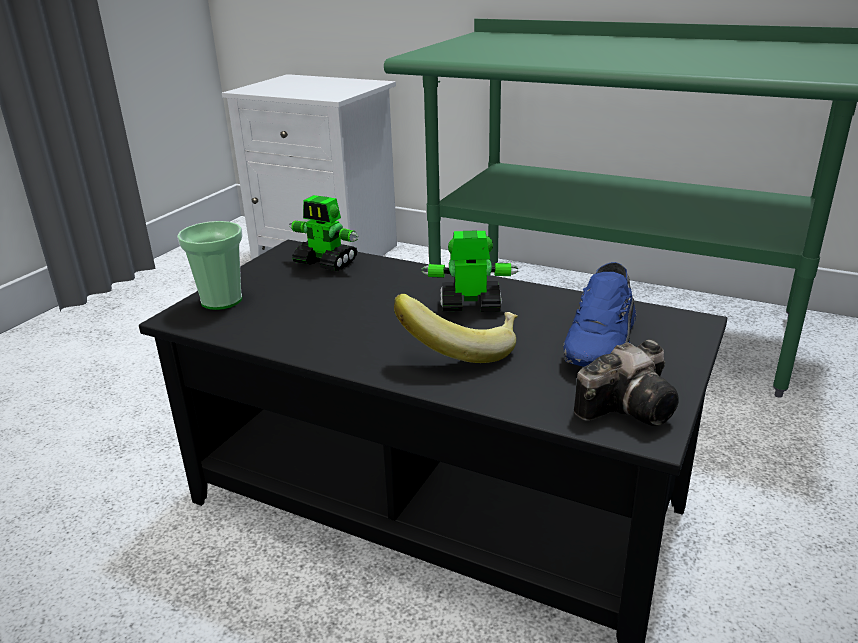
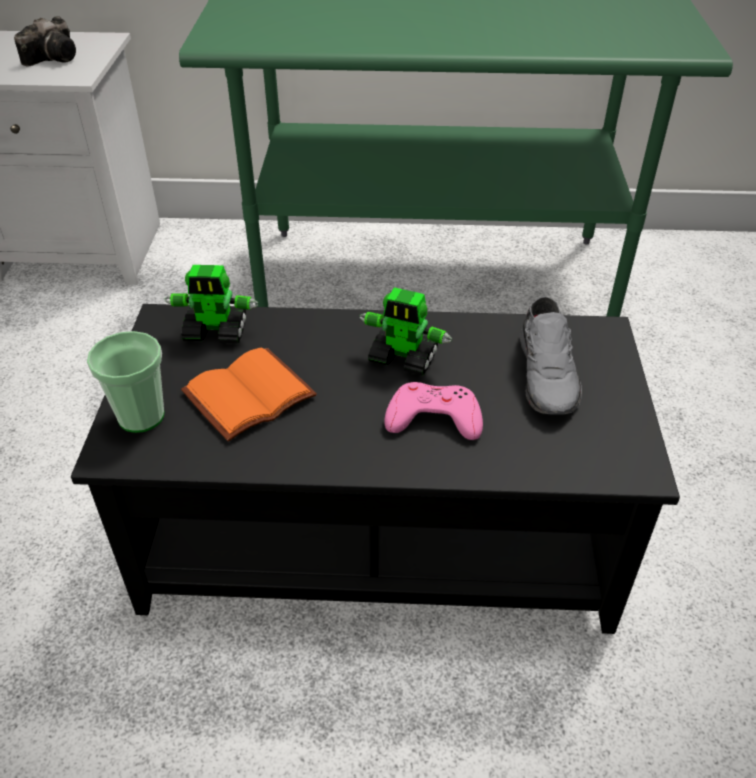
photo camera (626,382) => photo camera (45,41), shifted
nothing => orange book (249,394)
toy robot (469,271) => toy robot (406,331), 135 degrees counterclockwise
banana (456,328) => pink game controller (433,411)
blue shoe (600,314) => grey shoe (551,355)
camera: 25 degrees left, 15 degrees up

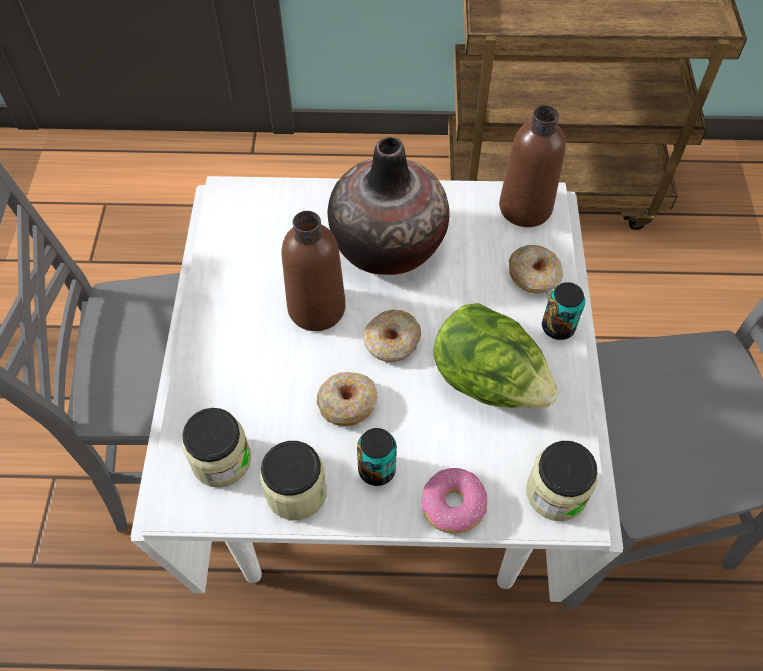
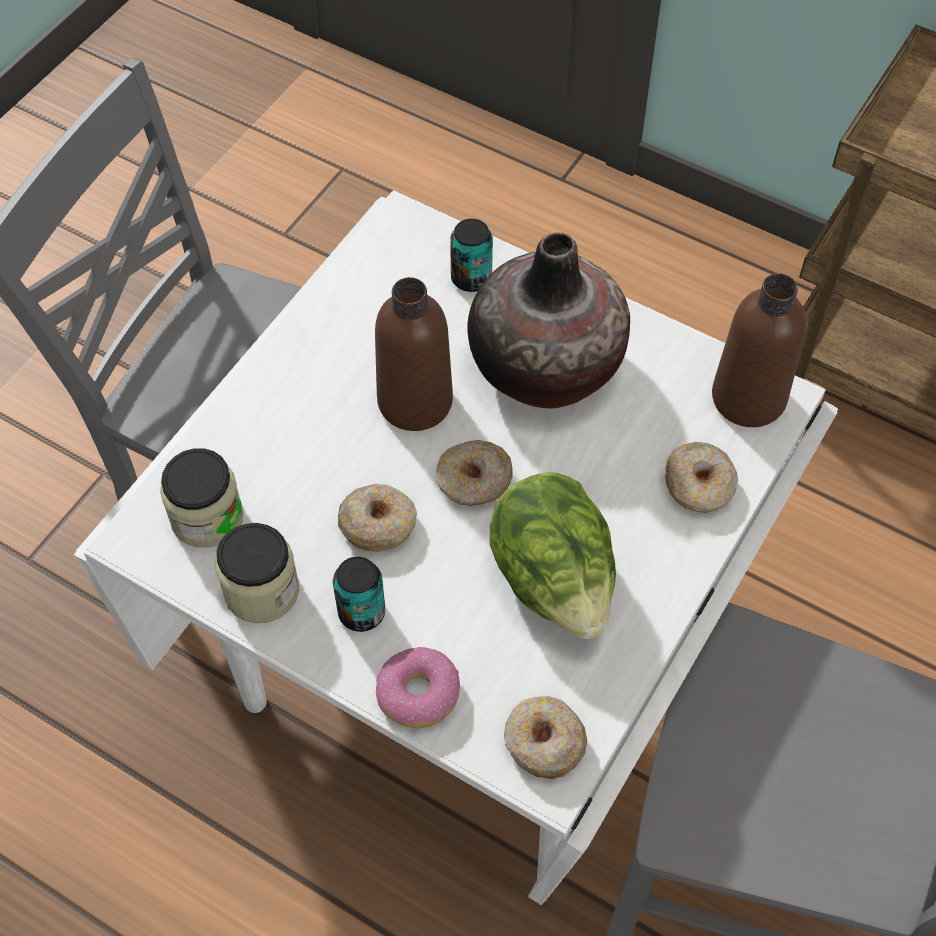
can (563,311) => can (471,255), shifted
jar (562,481) => donut (545,737)
camera: 30 degrees right, 0 degrees up

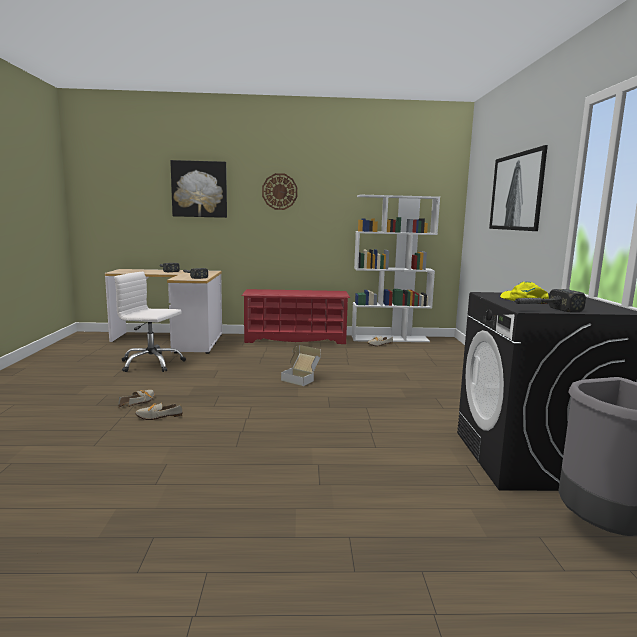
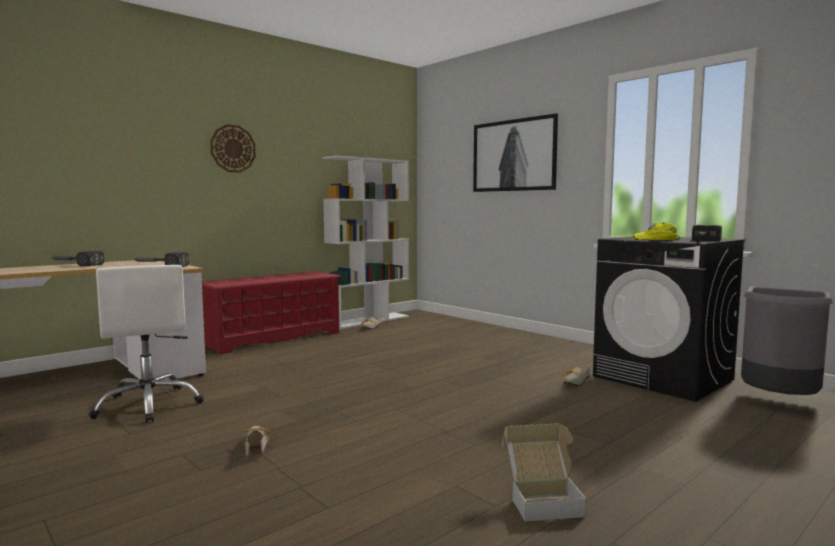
white office chair (150,322) => white office chair (146,344), 90 degrees counterclockwise
cardboard box (301,365) => cardboard box (544,472), shifted
shoe (159,411) => shoe (575,376), shifted
picture (198,189) => nothing
camera: 40 degrees left, 5 degrees down

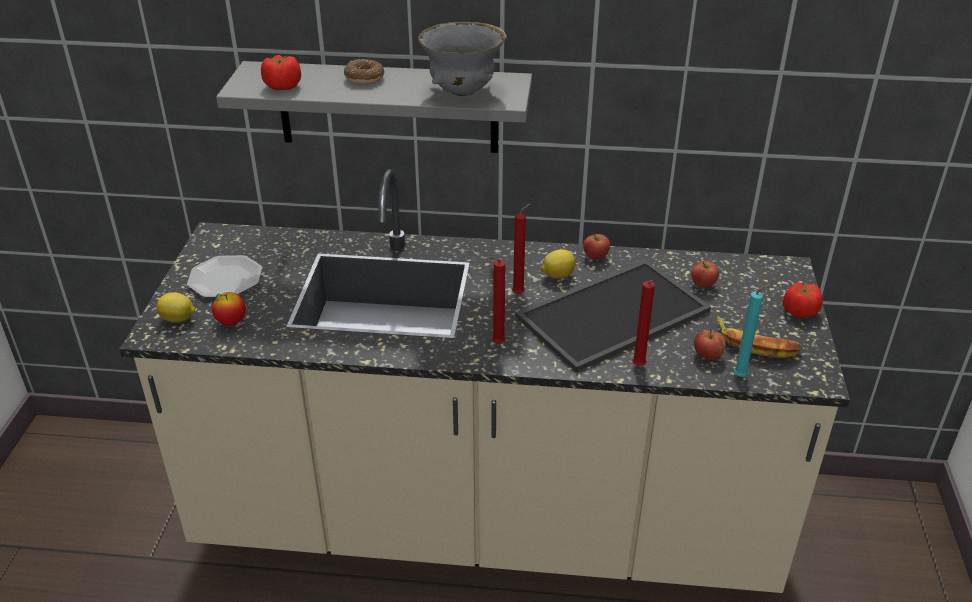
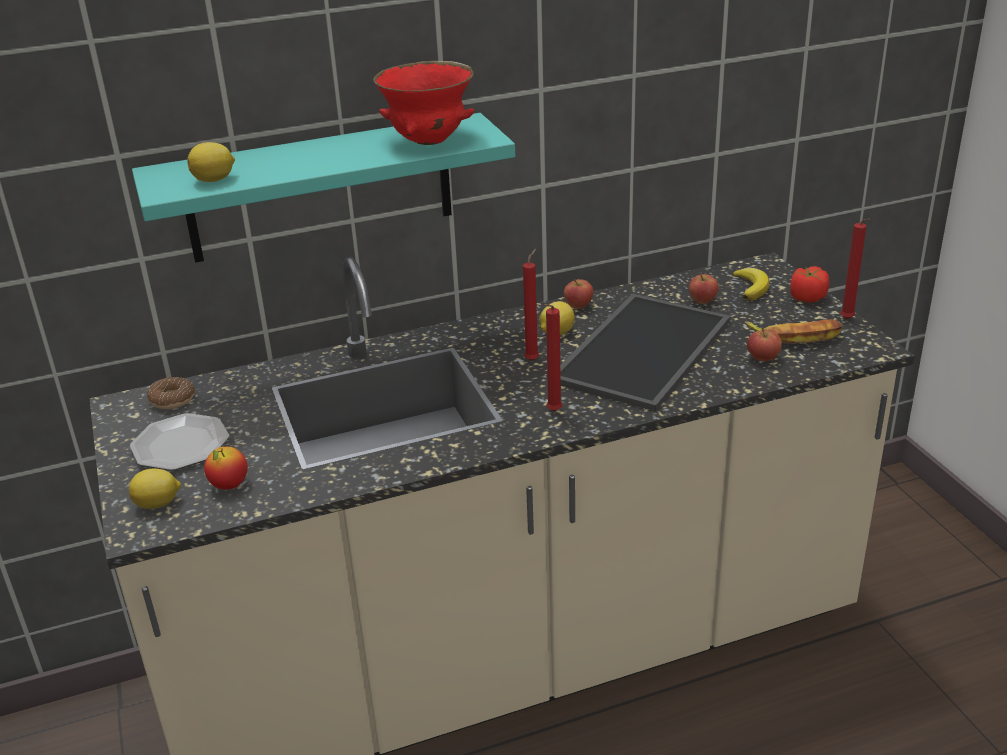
grey shelf (374,107) => turquoise shelf (323,188)
donut (364,72) => donut (171,393), shifted
tomato (281,72) => lemon (211,162)
grey bowl (462,59) => red bowl (423,103)
nothing => banana (751,284)
red candle (643,323) => red candle (854,268), shifted
turquoise candle (753,330) => nothing
camera: 25 degrees left, 5 degrees down

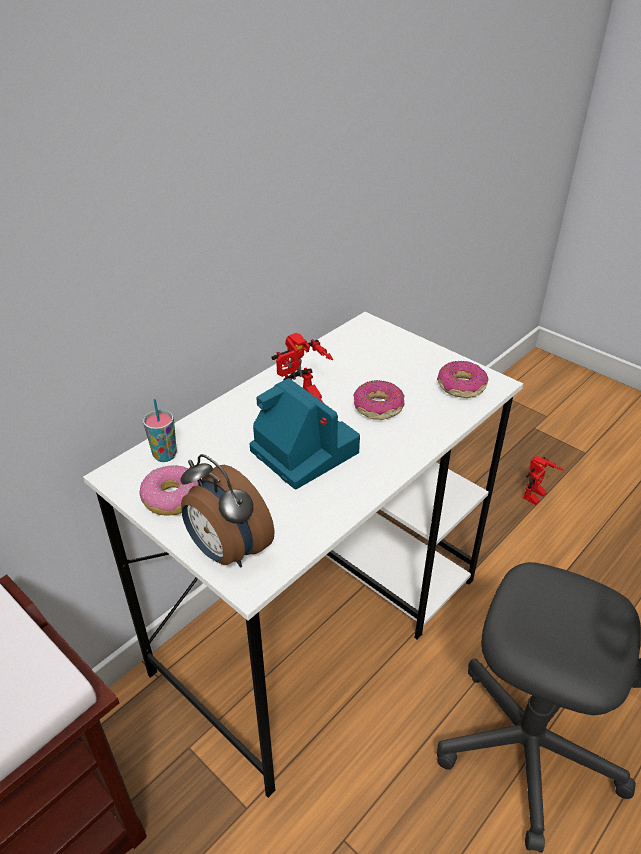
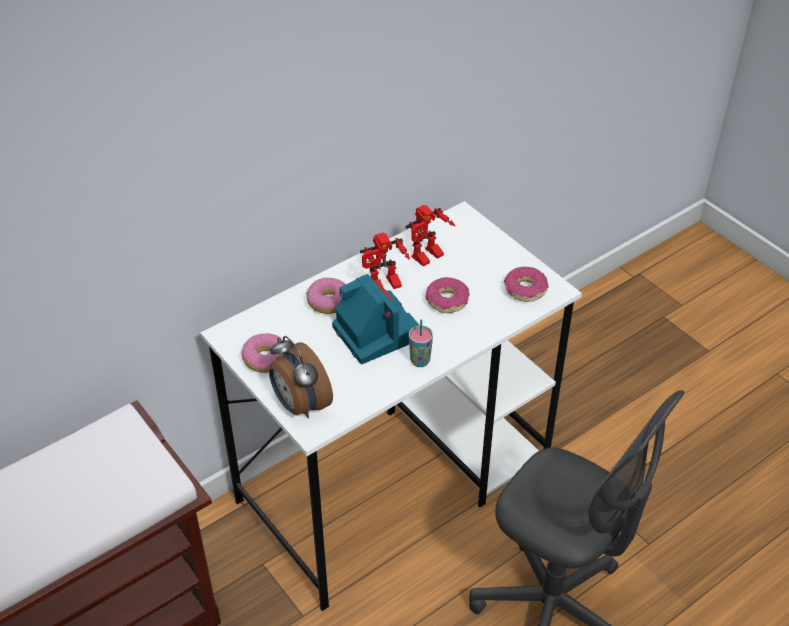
nothing => donut (326,295)
toy robot (543,480) => toy robot (430,236), shifted
cup (160,430) => cup (421,343), shifted
camera: 10 degrees right, 5 degrees up

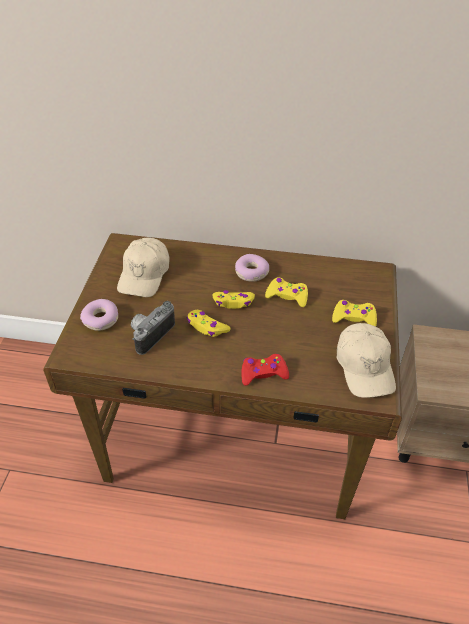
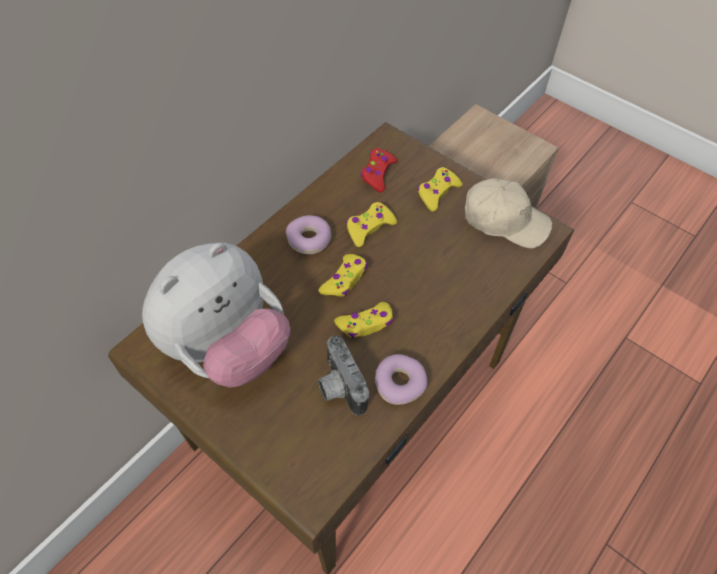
beige cap (143,267) => plush toy (216,315)
red game controller (265,370) => red game controller (379,170), shifted
donut (99,315) => donut (401,379), shifted
camera: 60 degrees left, 10 degrees up

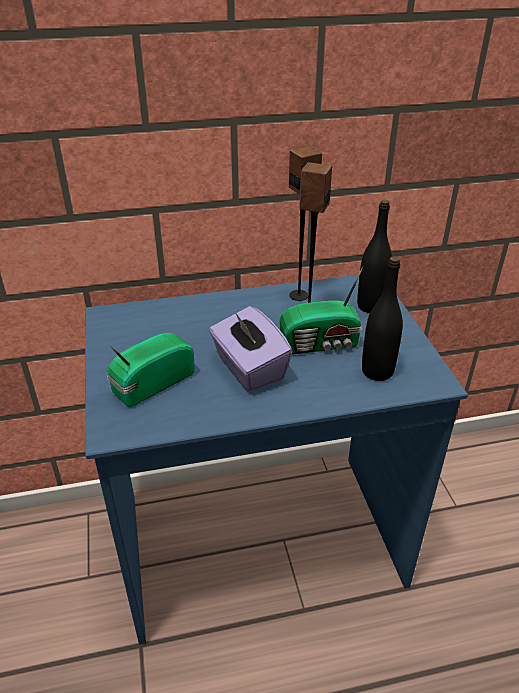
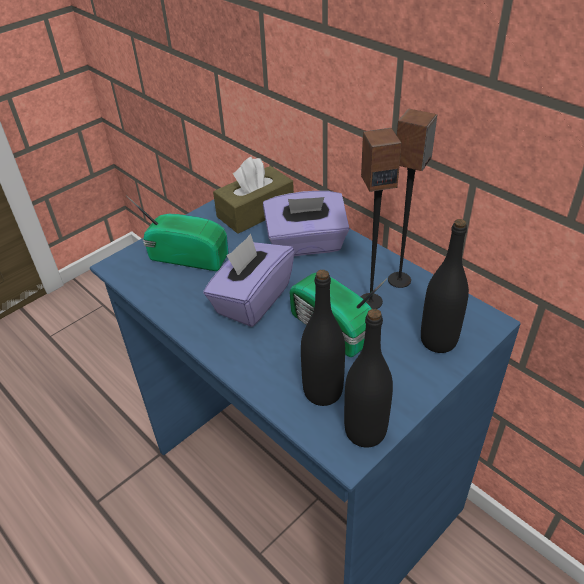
nothing => brown tissue box (253,195)
nothing => purple tissue box (306,223)
nothing => black bottle (368,378)
camera: 60 degrees right, 5 degrees up

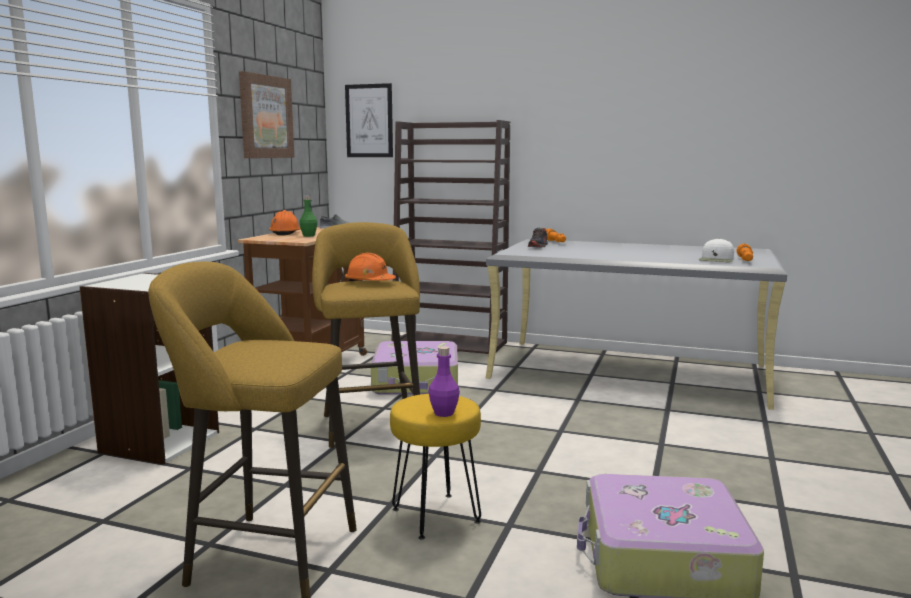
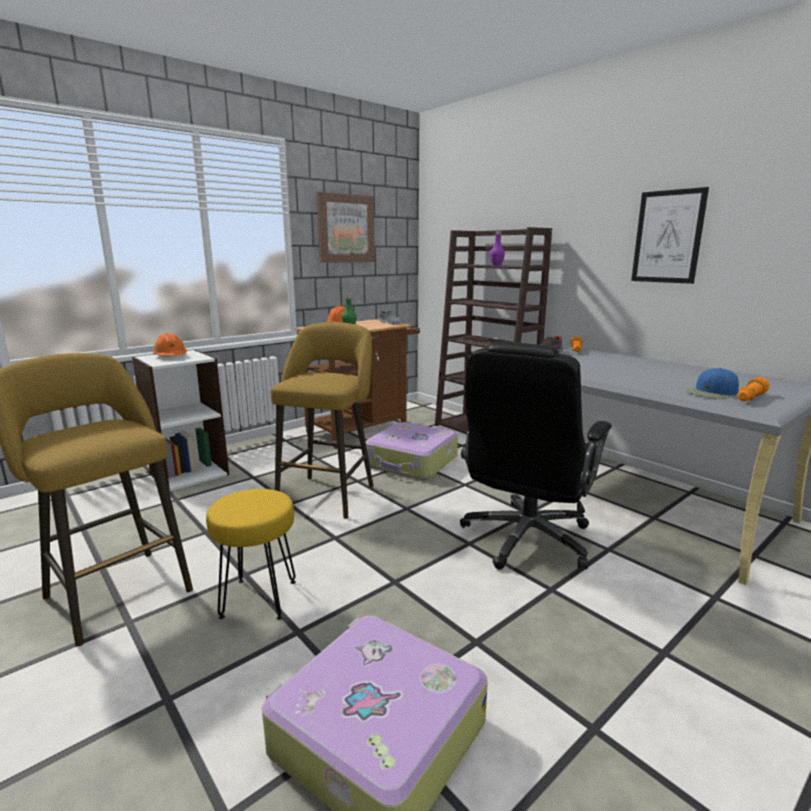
orange hard hat (370,267) => orange hard hat (170,344), shifted
nothing => black office chair (536,456)
purple bottle (444,381) => purple bottle (497,248), shifted
picture (369,120) => picture (670,235), shifted
white cap (716,250) => blue cap (712,383)
camera: 30 degrees right, 5 degrees up

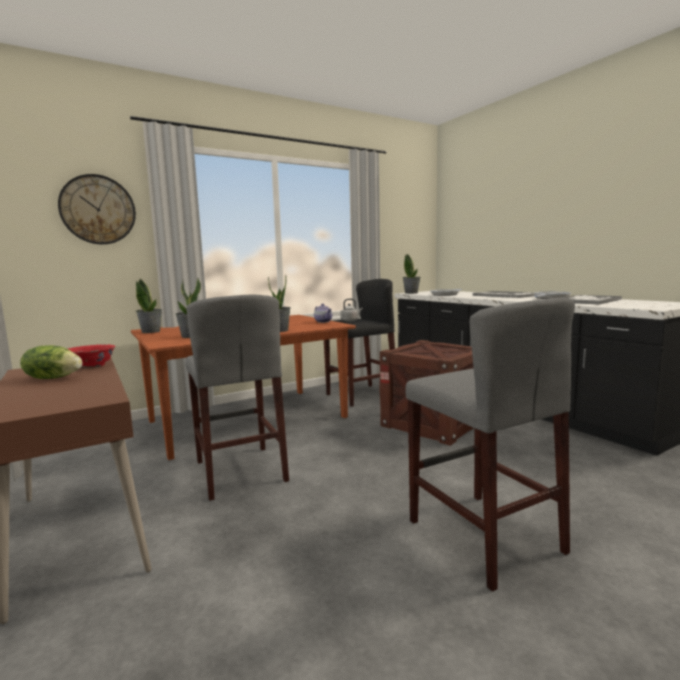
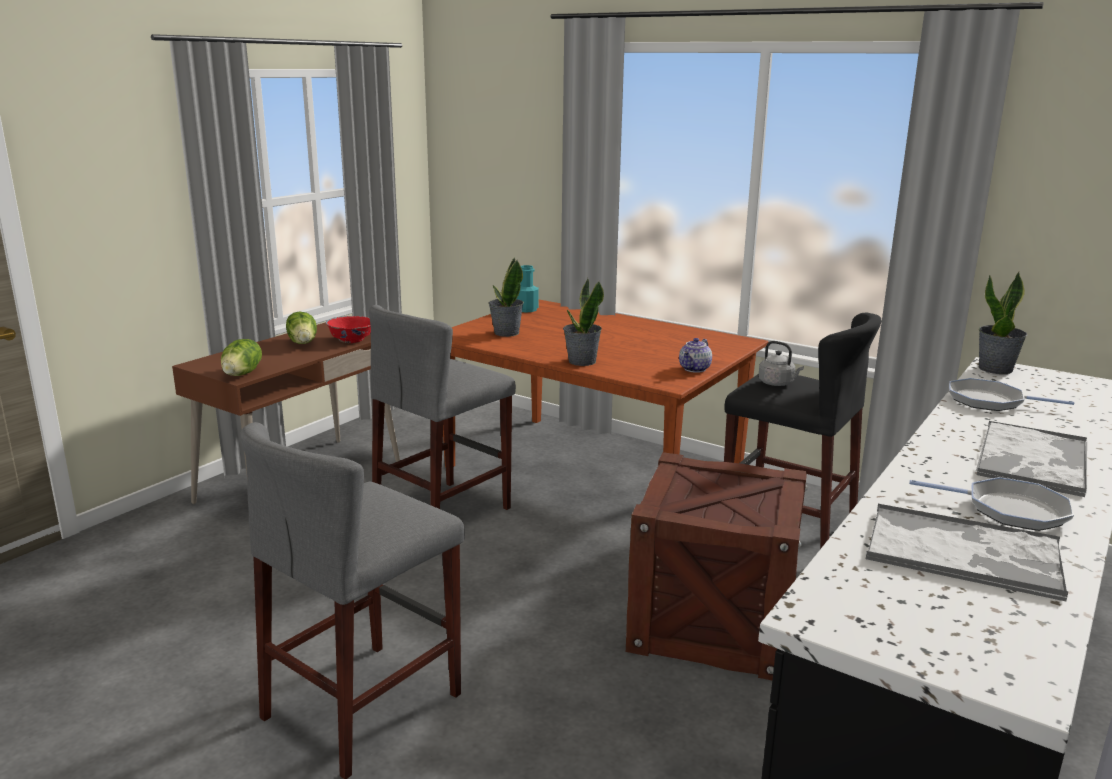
nothing => lettuce (241,357)
potted plant (149,306) => turquoise bottle (528,289)
wall clock (97,209) => nothing
camera: 65 degrees right, 10 degrees up

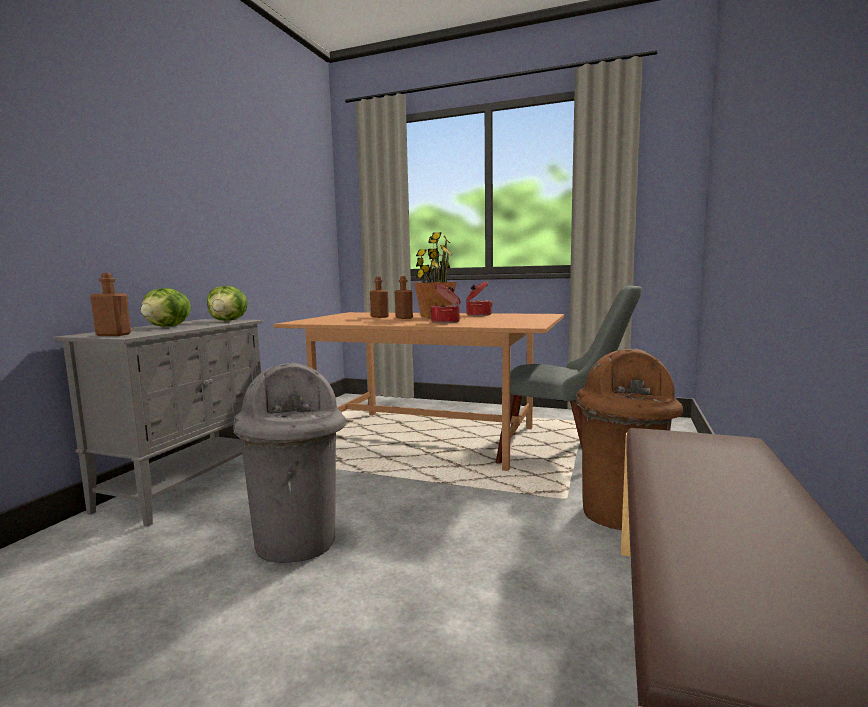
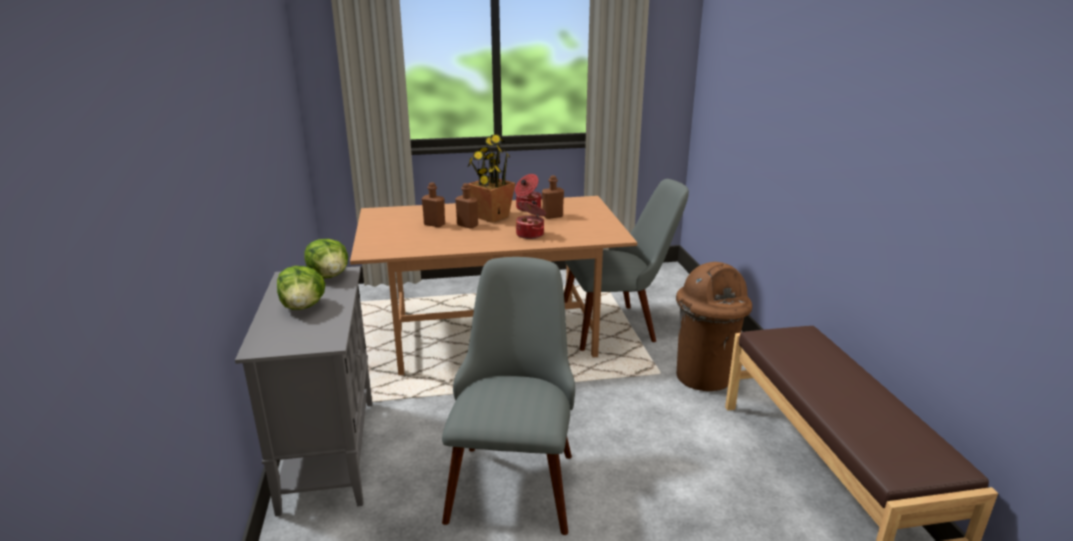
grey trash can (289,462) => grey chair (508,396)
brown bottle (110,304) => brown bottle (553,197), shifted
camera: 30 degrees left, 15 degrees up

